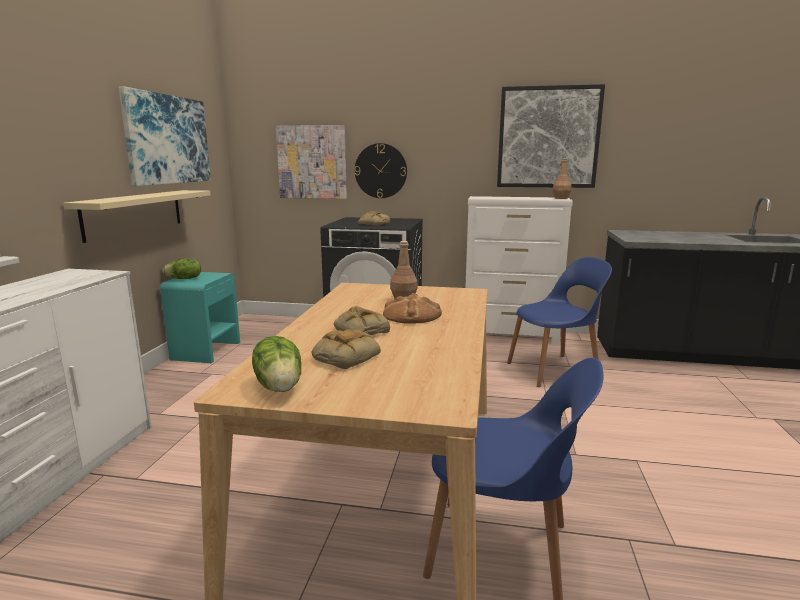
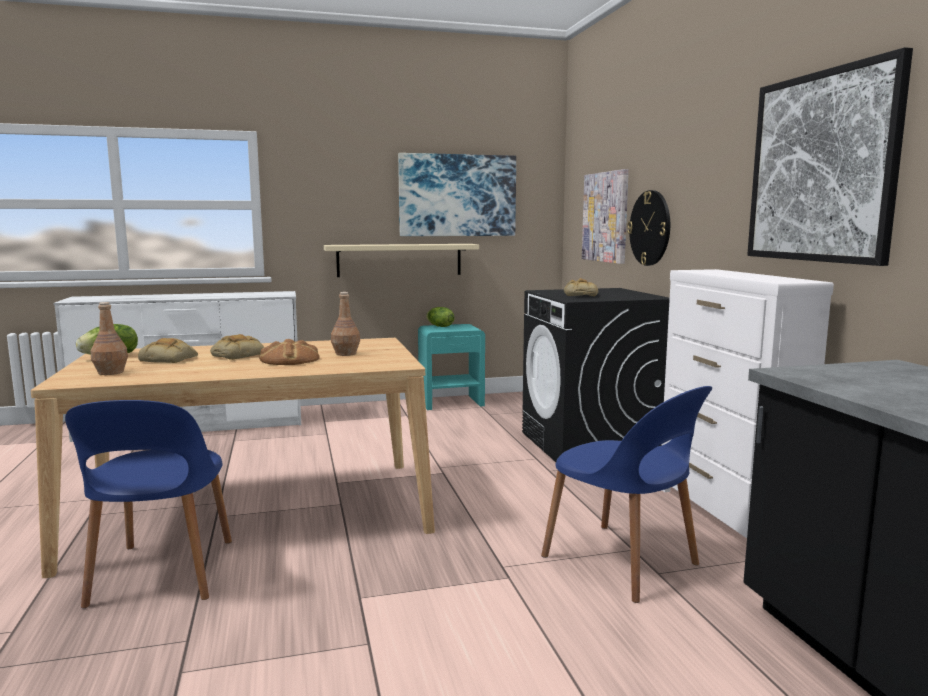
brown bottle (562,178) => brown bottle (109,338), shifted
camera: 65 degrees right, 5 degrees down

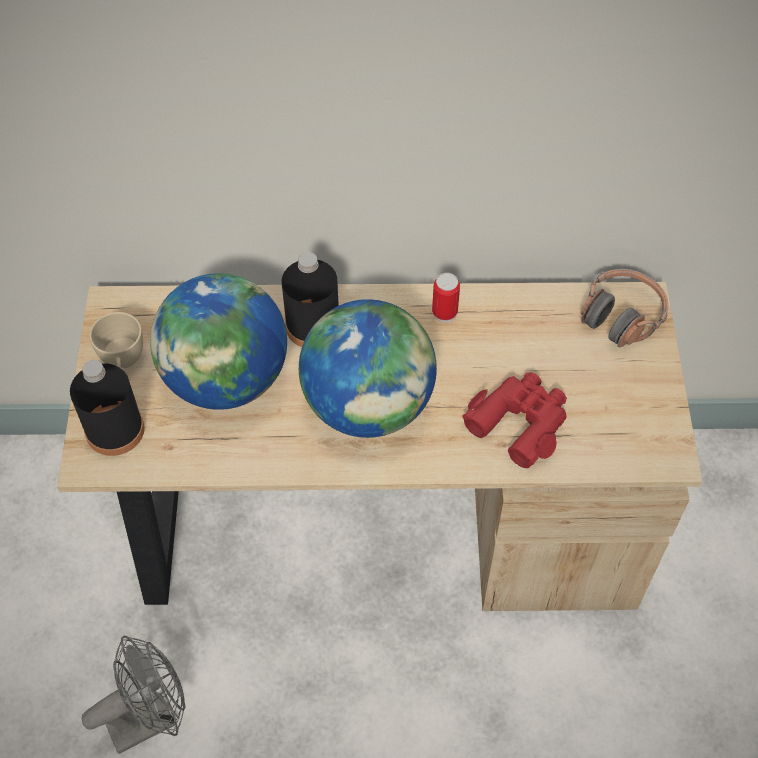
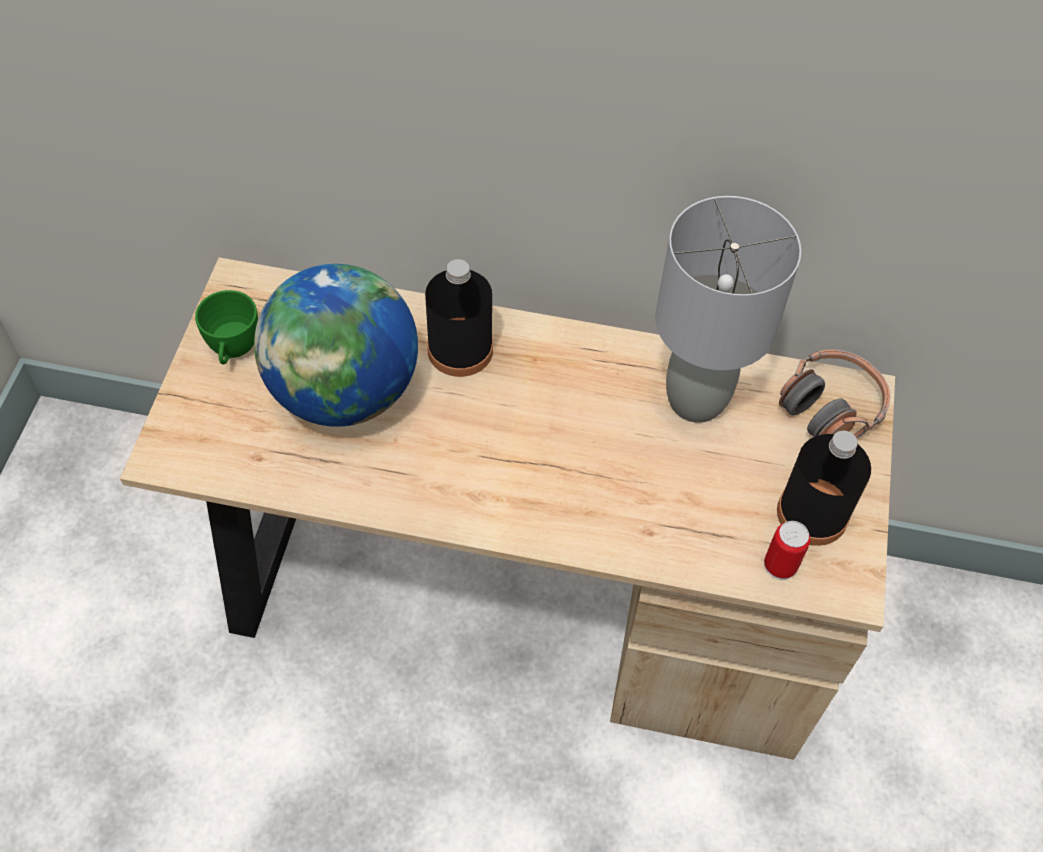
beige cup (116,341) => green cup (226,327)
nothing => grey table lamp (728,309)
can (446,297) => can (787,550), shifted
black bottle (107,408) => black bottle (824,488), shifted
grey fan (133,695) => nothing
globe (368,368) => nothing
red binoculars (514,420) => nothing
camera: 10 degrees right, 0 degrees up

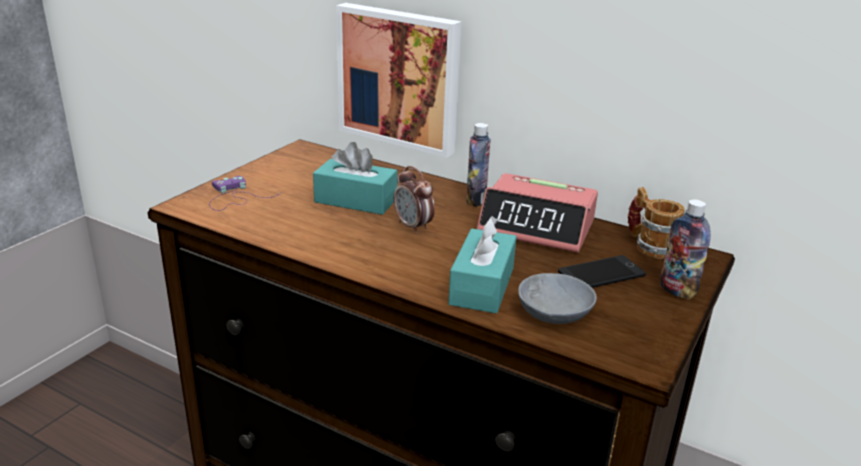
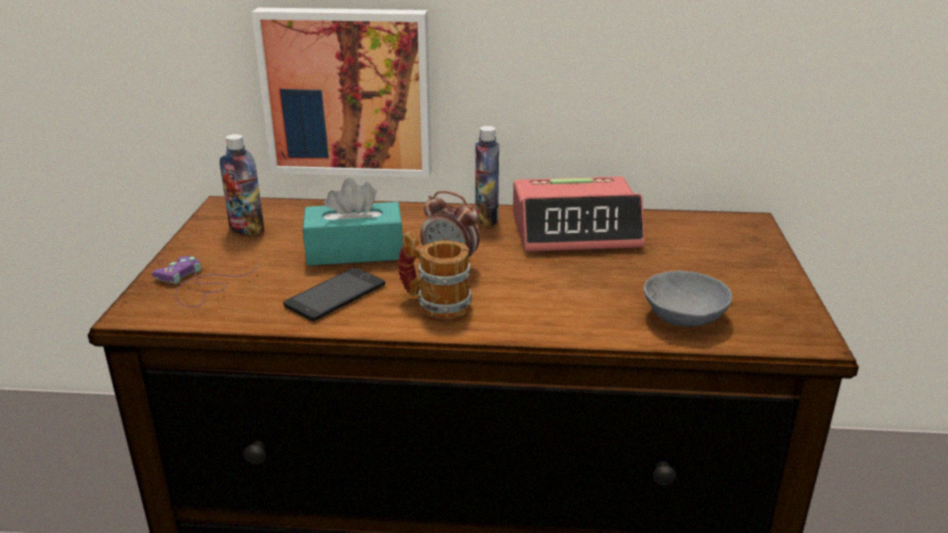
bottle (685,249) => bottle (242,184), shifted
phone (602,271) => phone (334,294), shifted
mug (656,223) => mug (435,275), shifted
turquoise tissue box (482,265) => nothing
camera: 25 degrees left, 0 degrees up

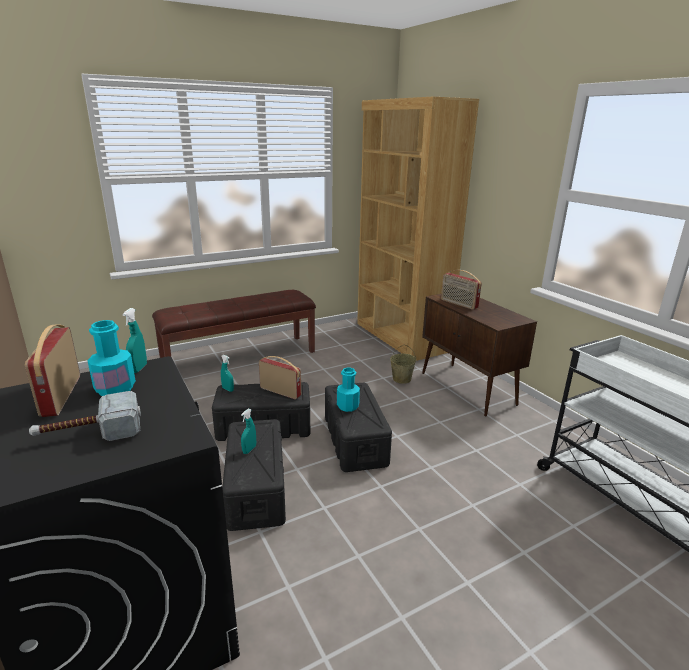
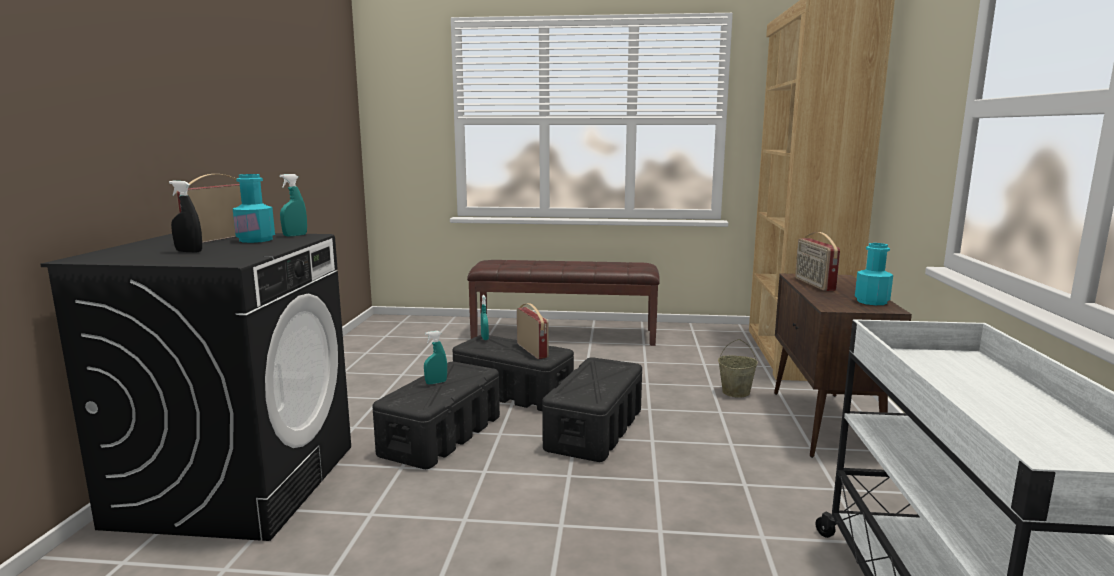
hammer (85,416) => black spray bottle (185,216)
turquoise bottle (348,390) => turquoise bottle (874,274), shifted
camera: 35 degrees right, 10 degrees down

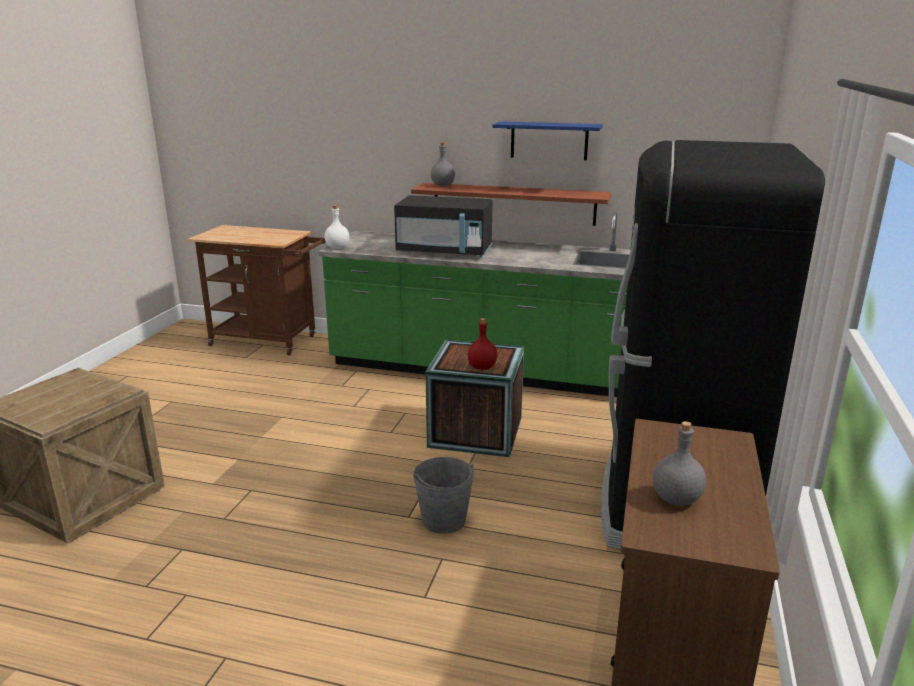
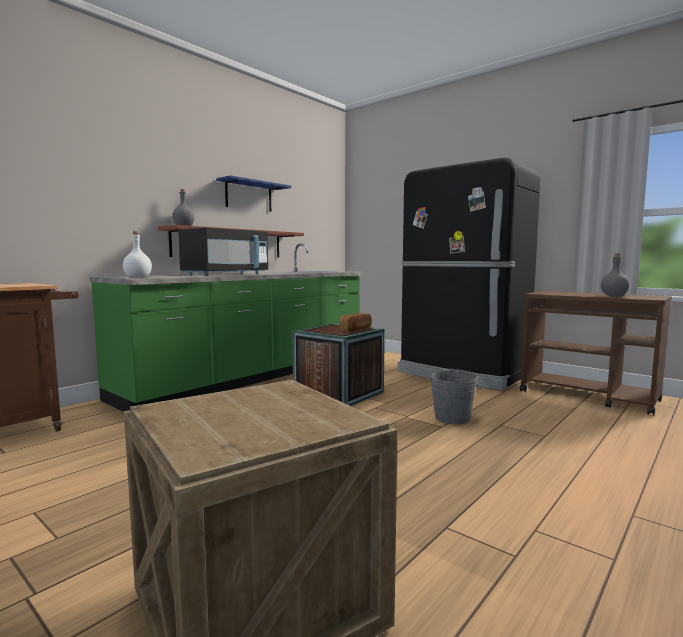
red bottle (482,344) => bread (355,322)
camera: 65 degrees left, 15 degrees down

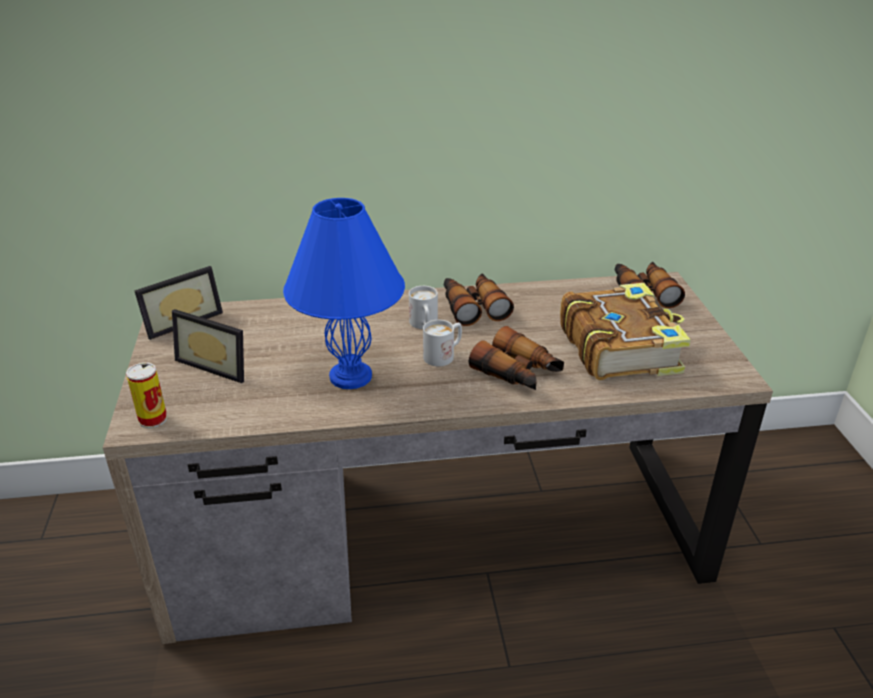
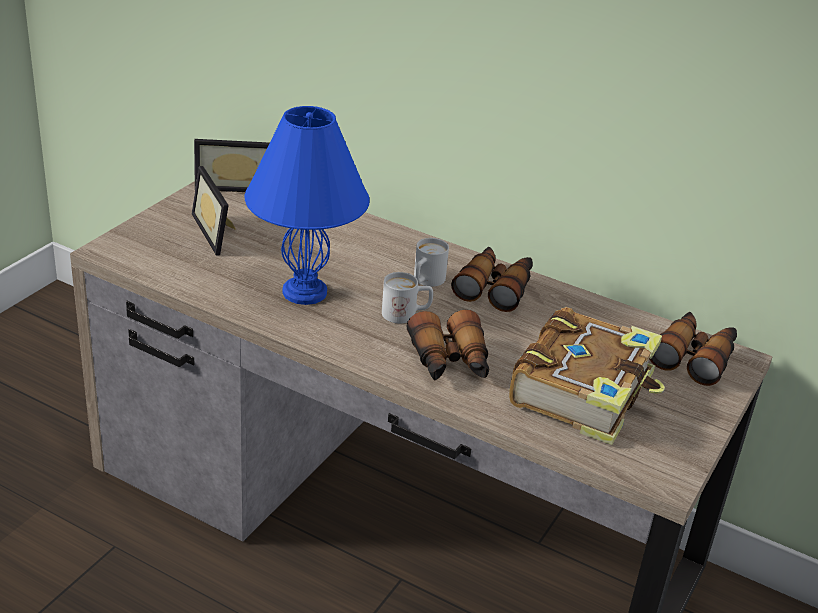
can (146,395) => nothing
camera: 35 degrees right, 0 degrees up

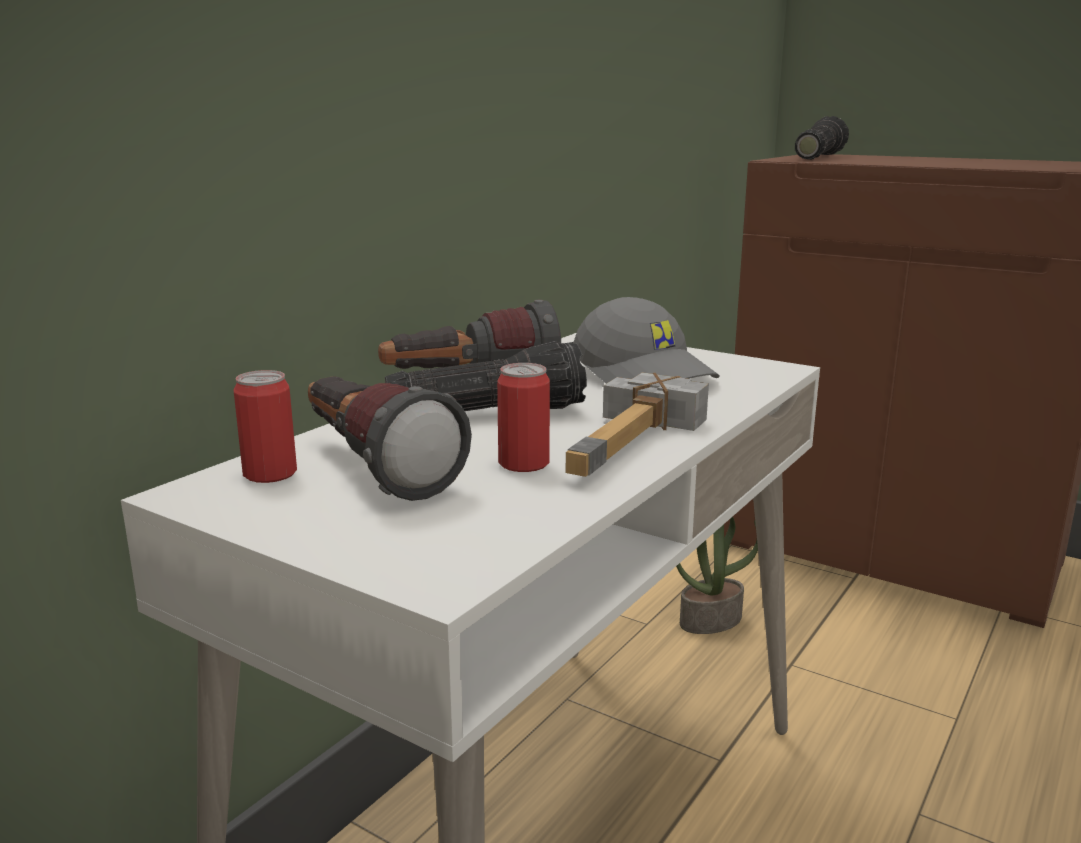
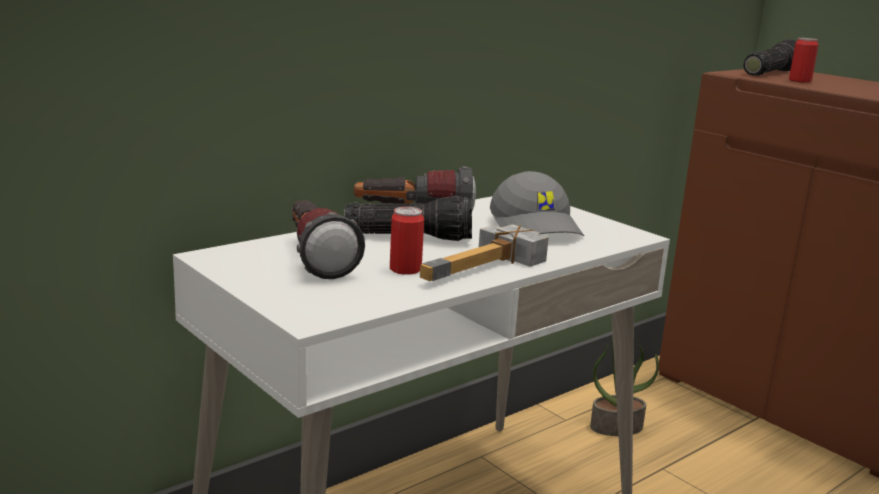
can (265,426) => can (803,60), shifted
camera: 15 degrees right, 0 degrees up

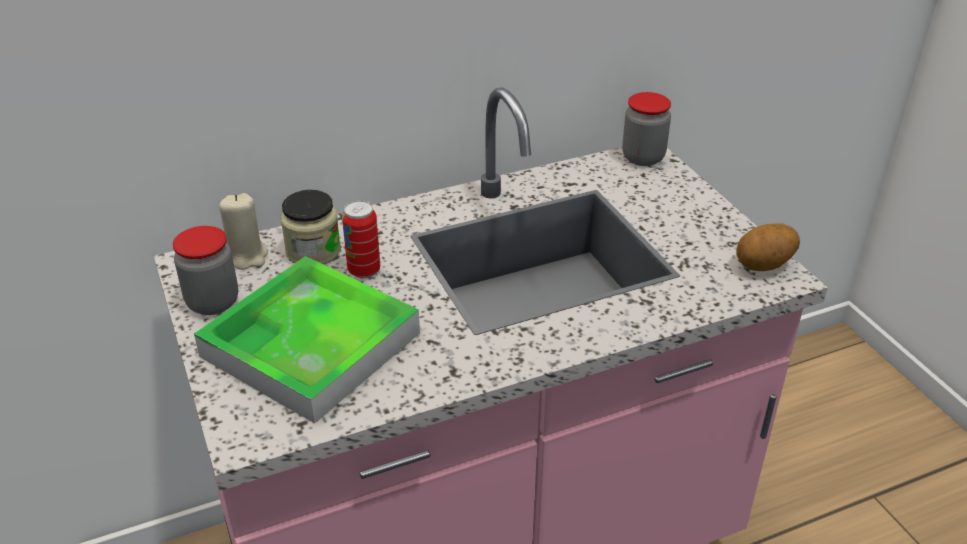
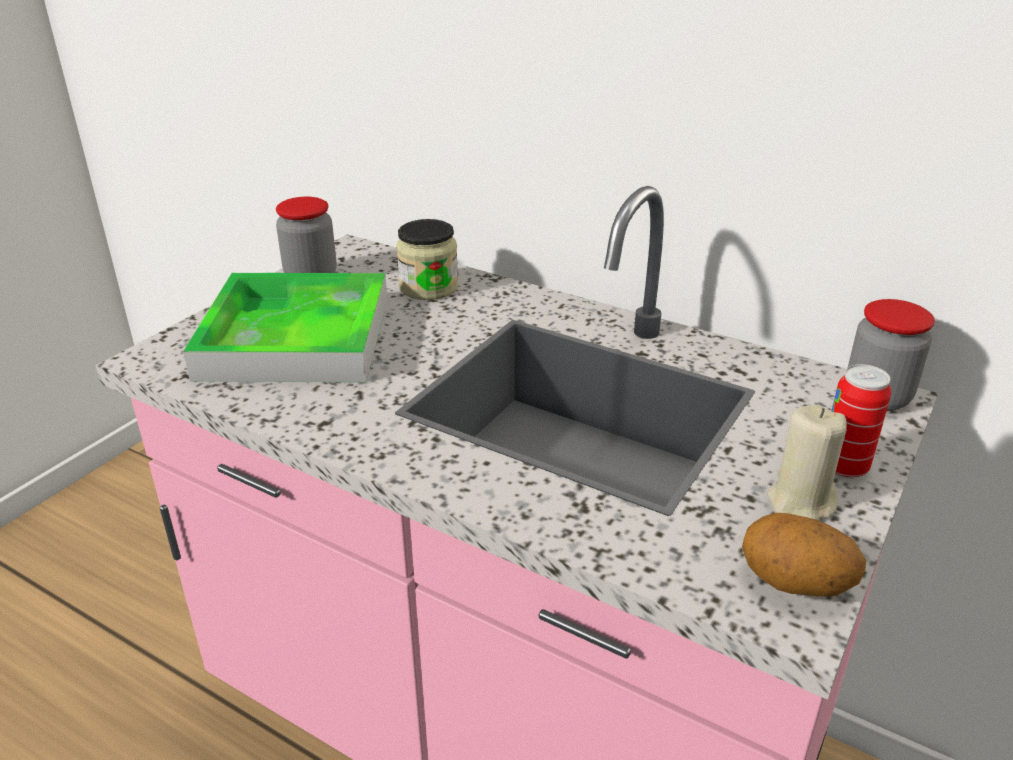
beige candle (243,231) => beige candle (807,463), shifted
can (361,239) => can (861,421), shifted
camera: 55 degrees right, 5 degrees down

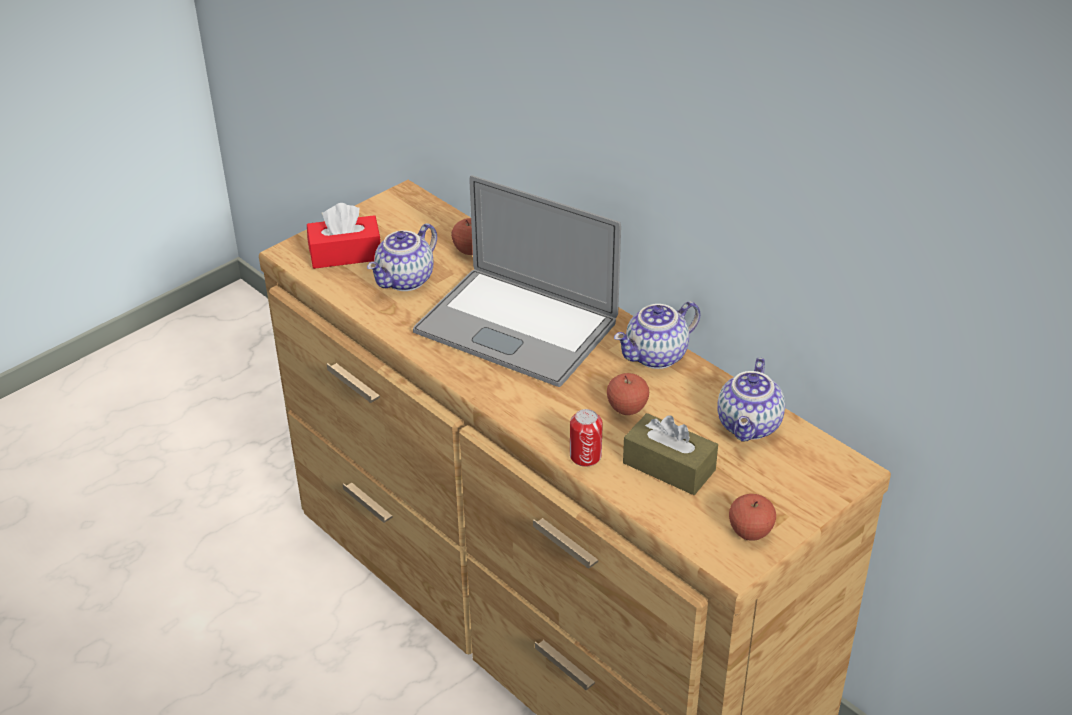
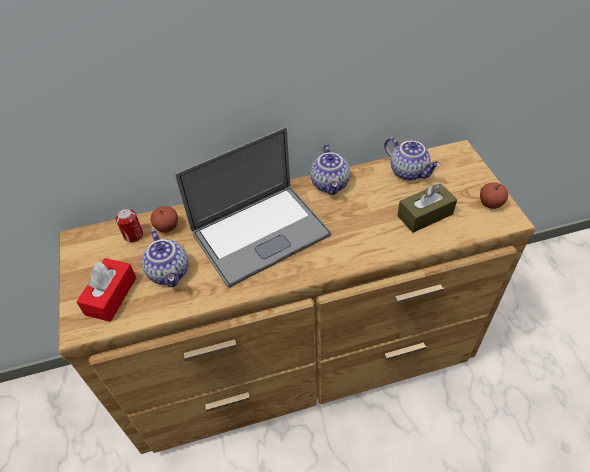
can (586,438) => can (129,225), shifted
apple (628,394) => nothing
camera: 60 degrees left, 10 degrees up

